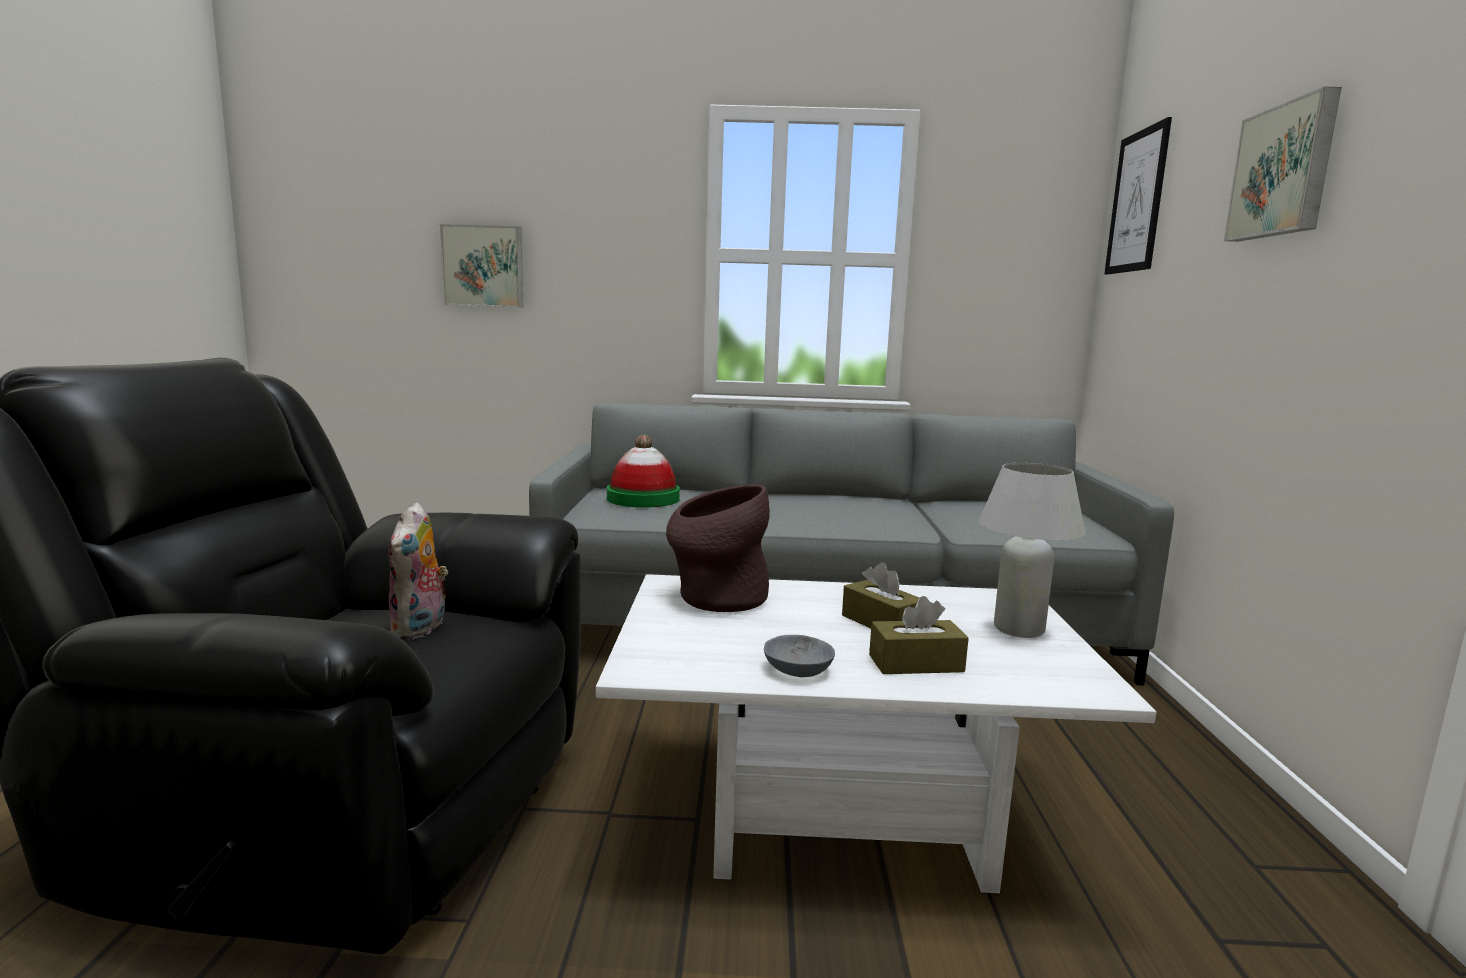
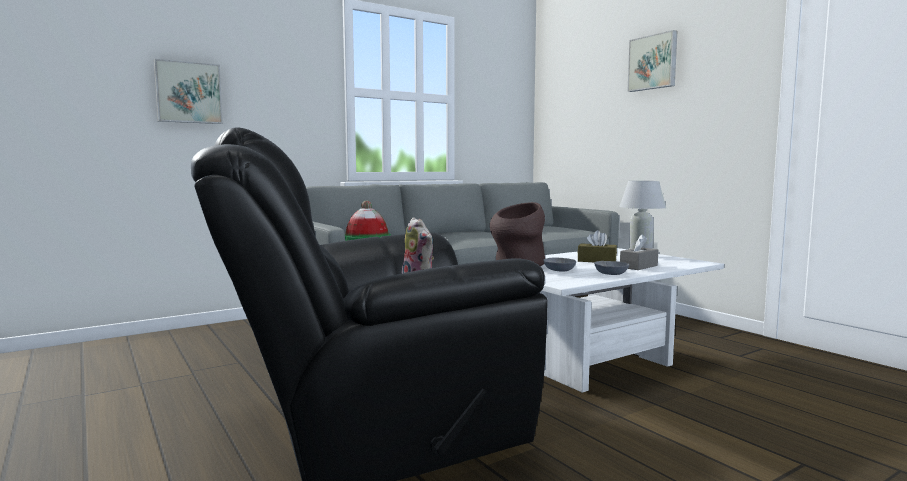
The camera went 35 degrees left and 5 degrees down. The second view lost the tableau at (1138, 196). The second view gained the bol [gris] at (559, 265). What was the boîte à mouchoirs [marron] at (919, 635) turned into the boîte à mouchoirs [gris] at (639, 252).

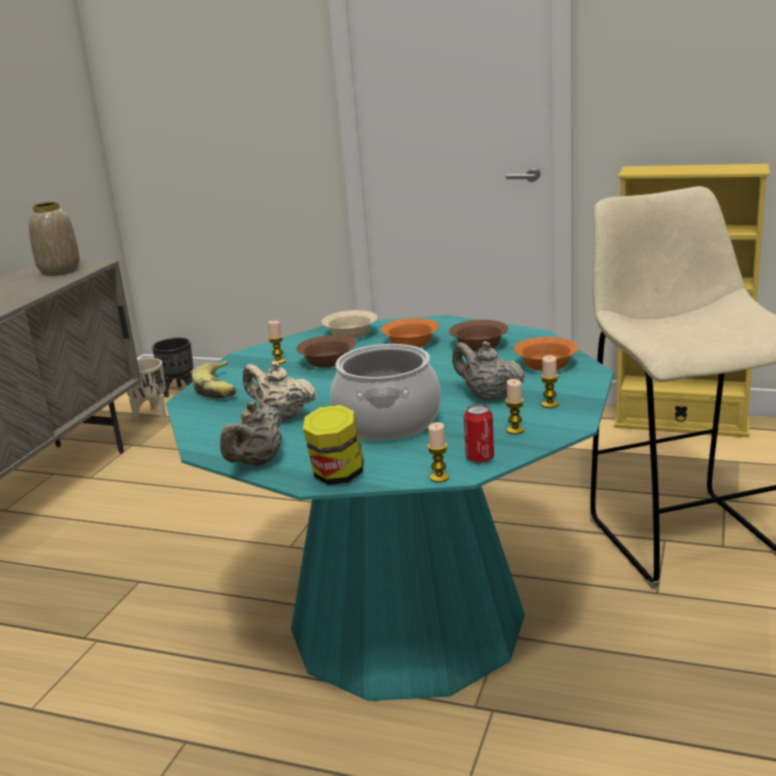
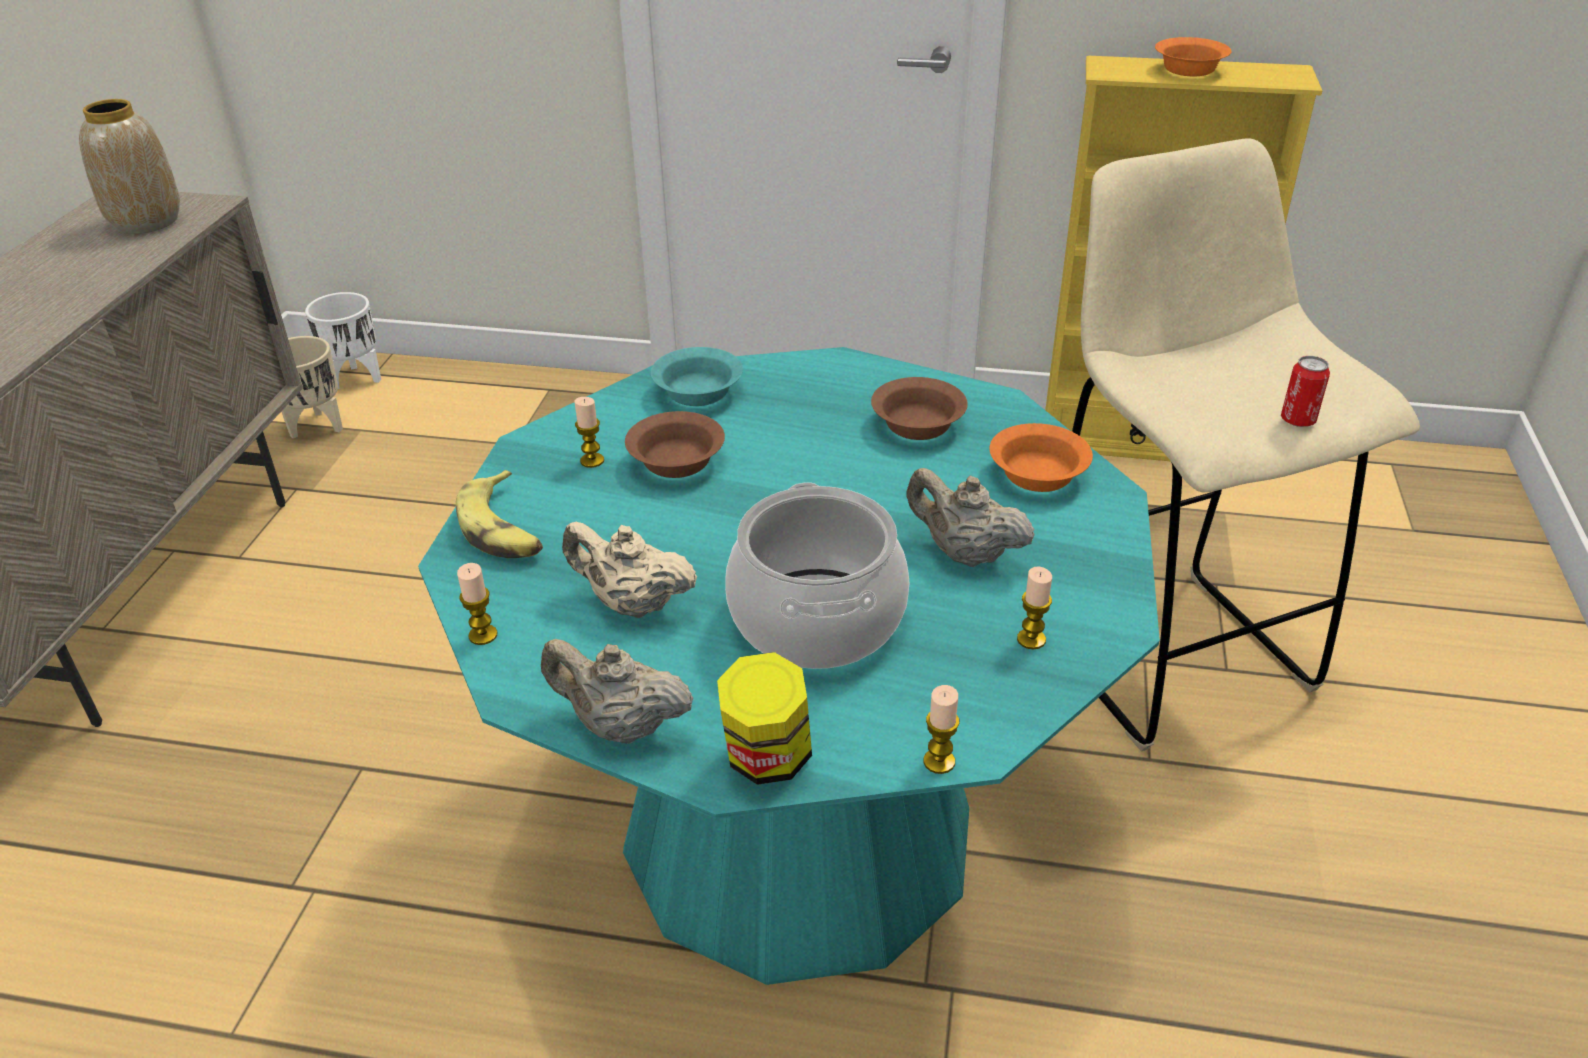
The camera went 10 degrees left and 15 degrees up. The bol [orange] ended up elsewhere, having gone from (410, 332) to (1193, 56). The boîte métallique ended up elsewhere, having gone from (479, 433) to (1305, 391). The bougie ended up elsewhere, having gone from (550, 381) to (477, 604). What was the cache-pot [noir] at (172, 367) turned into the cache-pot [blanc] at (343, 340). What was the bol [beige] at (349, 324) turned into the bol [turquoise] at (697, 376). The théière [beige] at (251, 433) ended up facing another way, 90 degrees clockwise from before.

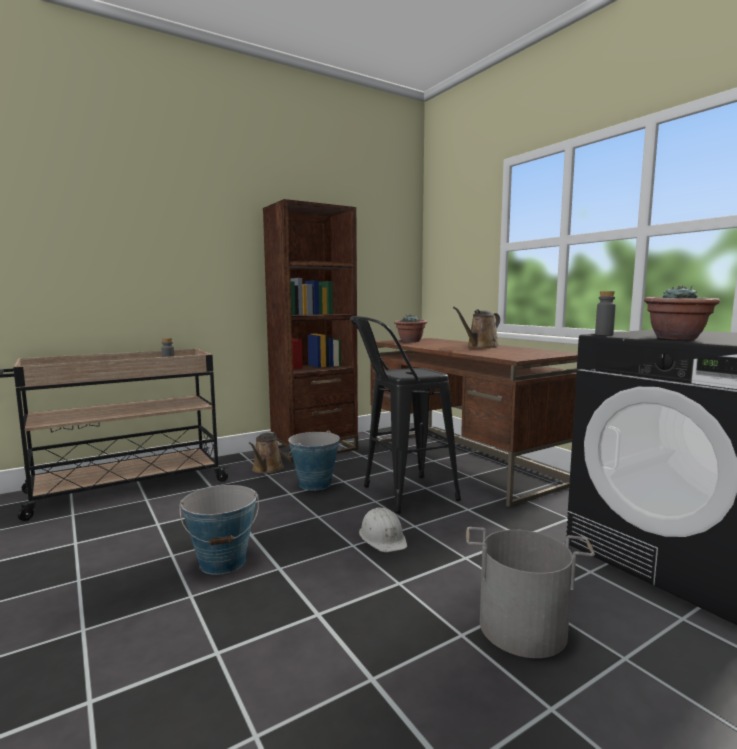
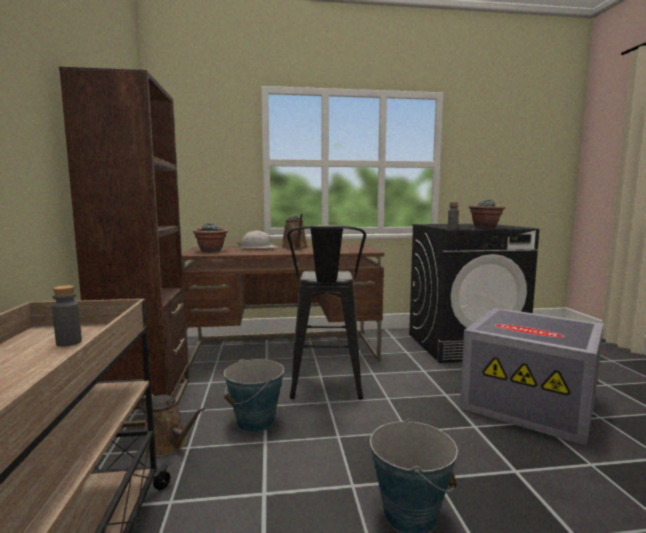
The camera went 65 degrees left and 0 degrees up. The casque de chantier [blanc] ended up elsewhere, having gone from (383, 529) to (258, 239). Where the seau [gris] stood at (530, 592), the boîte de rangement [gris] came to stand at (532, 377).

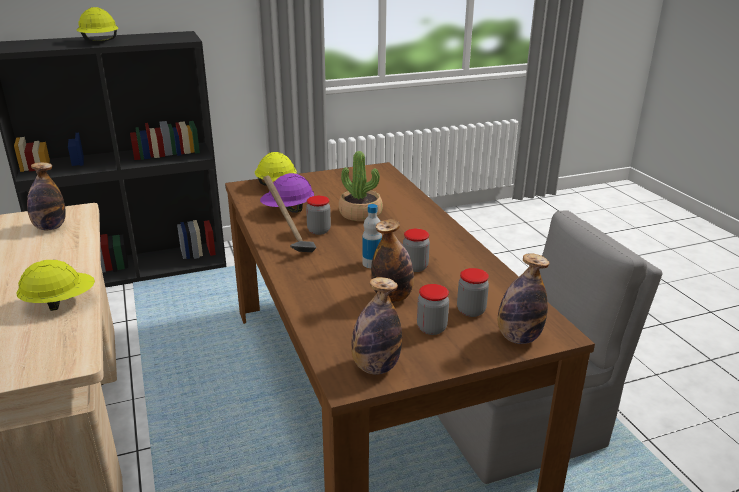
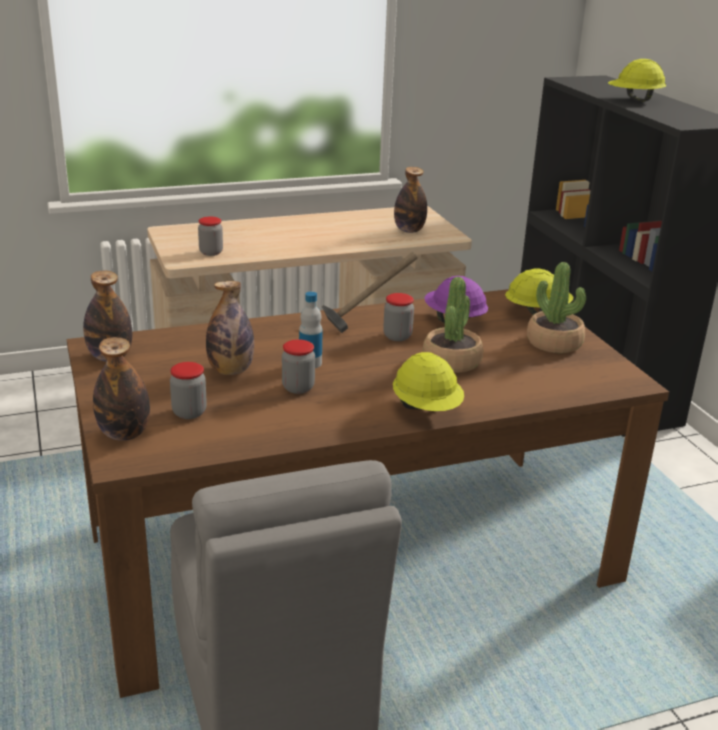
The camera went 90 degrees right and 0 degrees up. The second view gained the plante en pot at (556, 307). The casque de chantier [jaune] ended up elsewhere, having gone from (55, 285) to (428, 381). The bocal ended up elsewhere, having gone from (433, 309) to (210, 236).

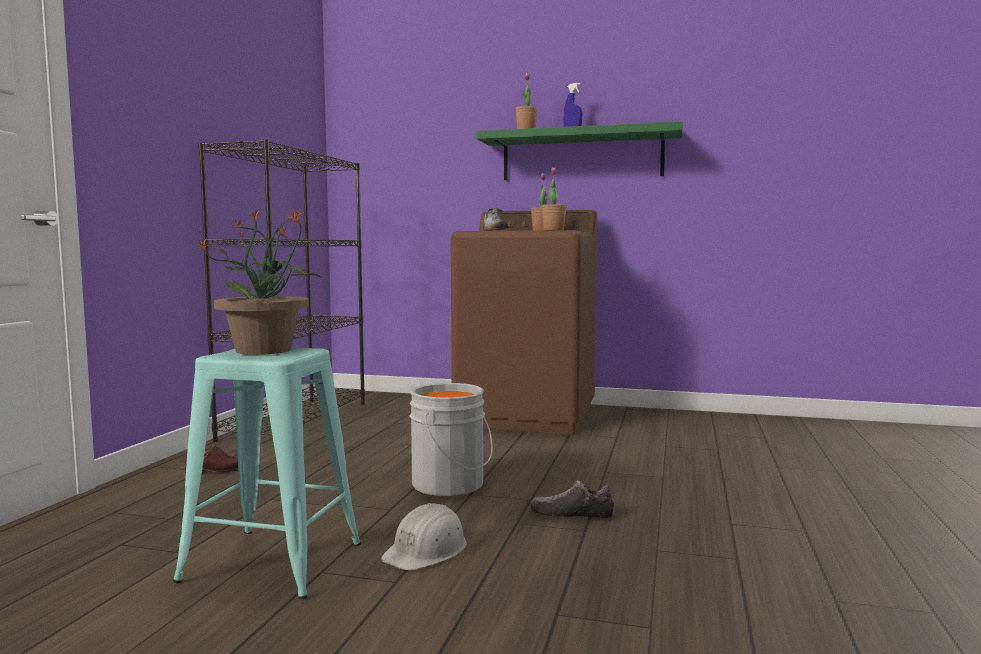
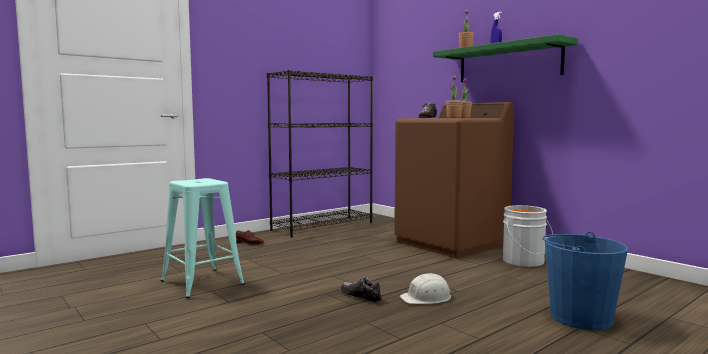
The camera went 35 degrees right and 0 degrees up. The second view lost the plante en pot at (258, 282). The second view gained the seau [bleu] at (585, 281). The casque de chantier [blanc] ended up elsewhere, having gone from (424, 536) to (425, 288). The seau [gris] ended up elsewhere, having gone from (451, 439) to (528, 236).

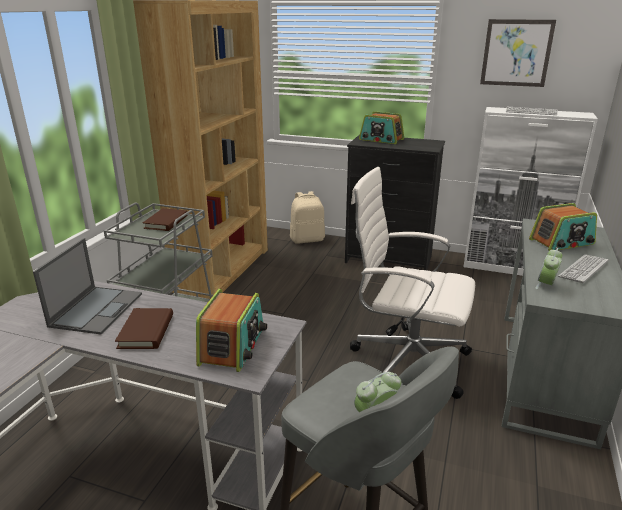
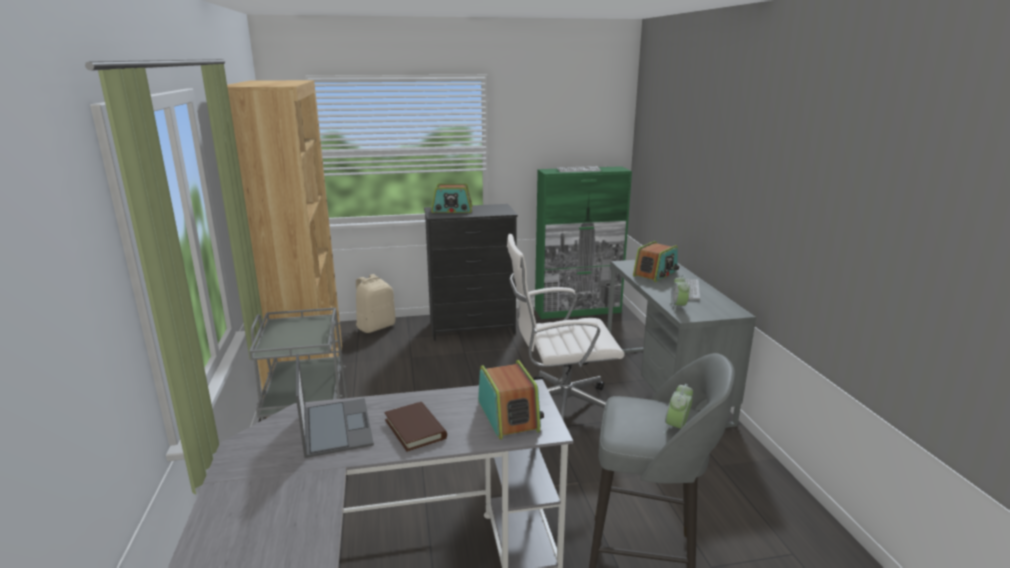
The camera went 30 degrees left and 5 degrees down. The second view lost the livre [marron] at (165, 219). The second view lost the tableau at (518, 53). What was the meuble de rangement [blanc] at (530, 191) turned into the meuble de rangement [vert] at (583, 242).

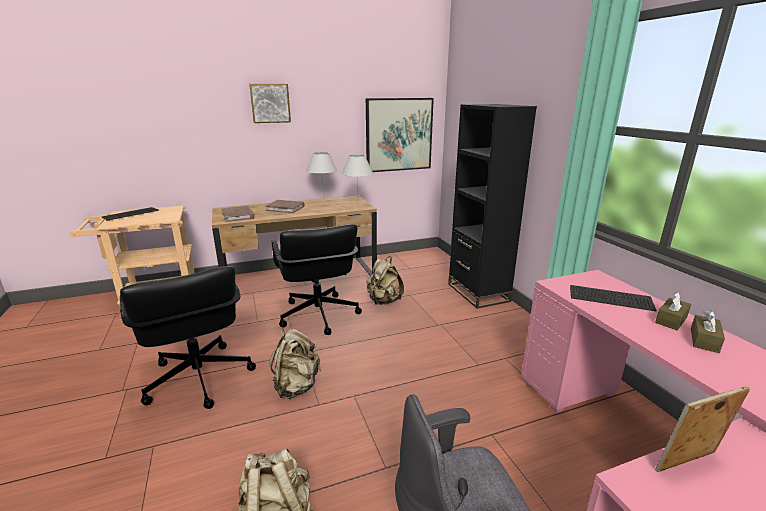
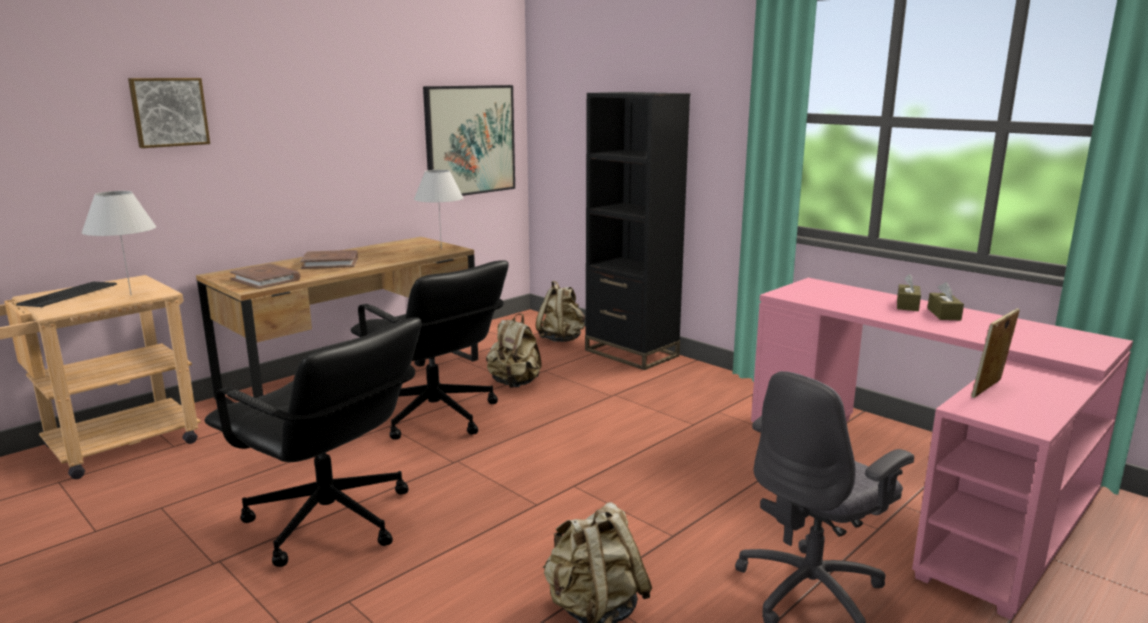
The camera went 25 degrees left and 5 degrees down. The second view lost the clavier at (613, 298). The tableau ended up elsewhere, having gone from (270, 103) to (169, 113). The sac à dos [beige] ended up elsewhere, having gone from (295, 363) to (560, 311). The lampe de table [blanc] ended up elsewhere, having gone from (321, 177) to (119, 243).

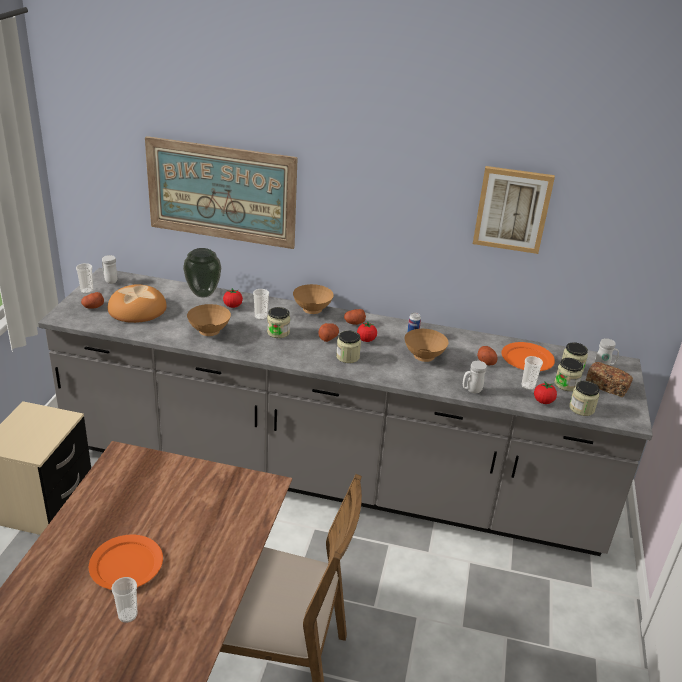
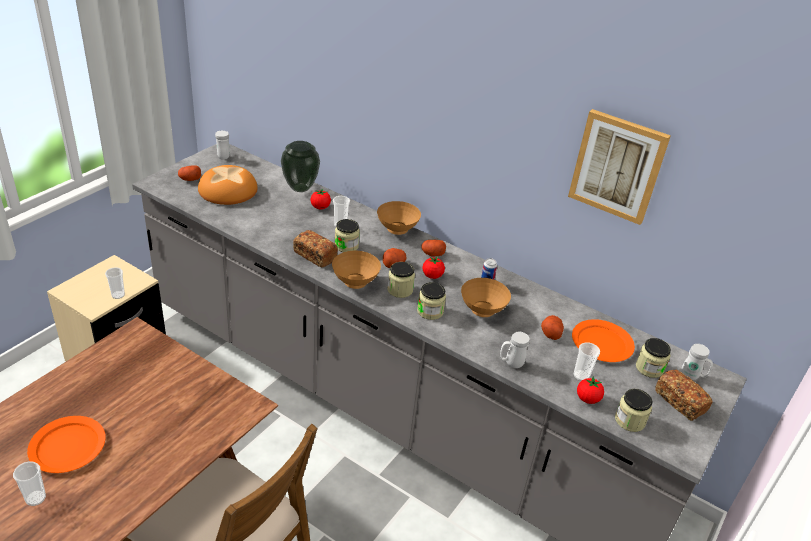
The camera went 20 degrees right and 5 degrees up. The second view lost the tableau at (221, 192). The second view gained the pain at (315, 248). The tasse ended up elsewhere, having gone from (84, 278) to (115, 283). The bol [marron] ended up elsewhere, having gone from (209, 320) to (356, 270). The bocal ended up elsewhere, having gone from (568, 374) to (431, 301).

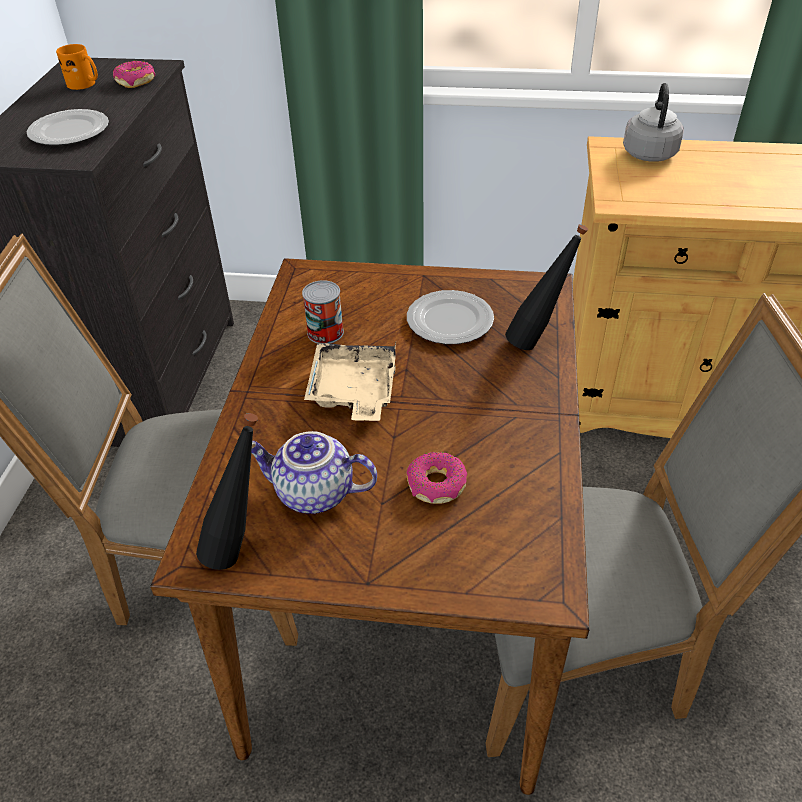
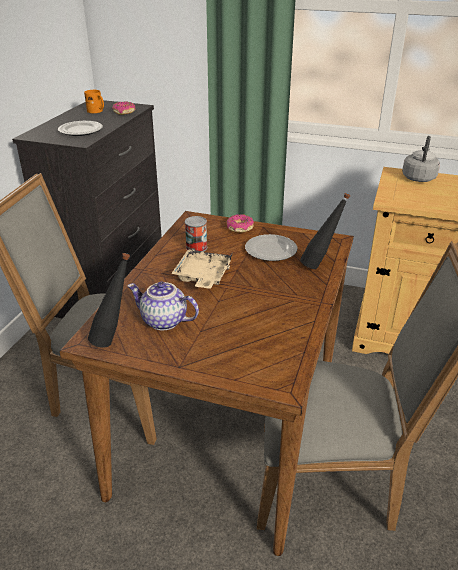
The camera went 10 degrees right and 10 degrees down. The beignet ended up elsewhere, having gone from (437, 478) to (240, 223).

